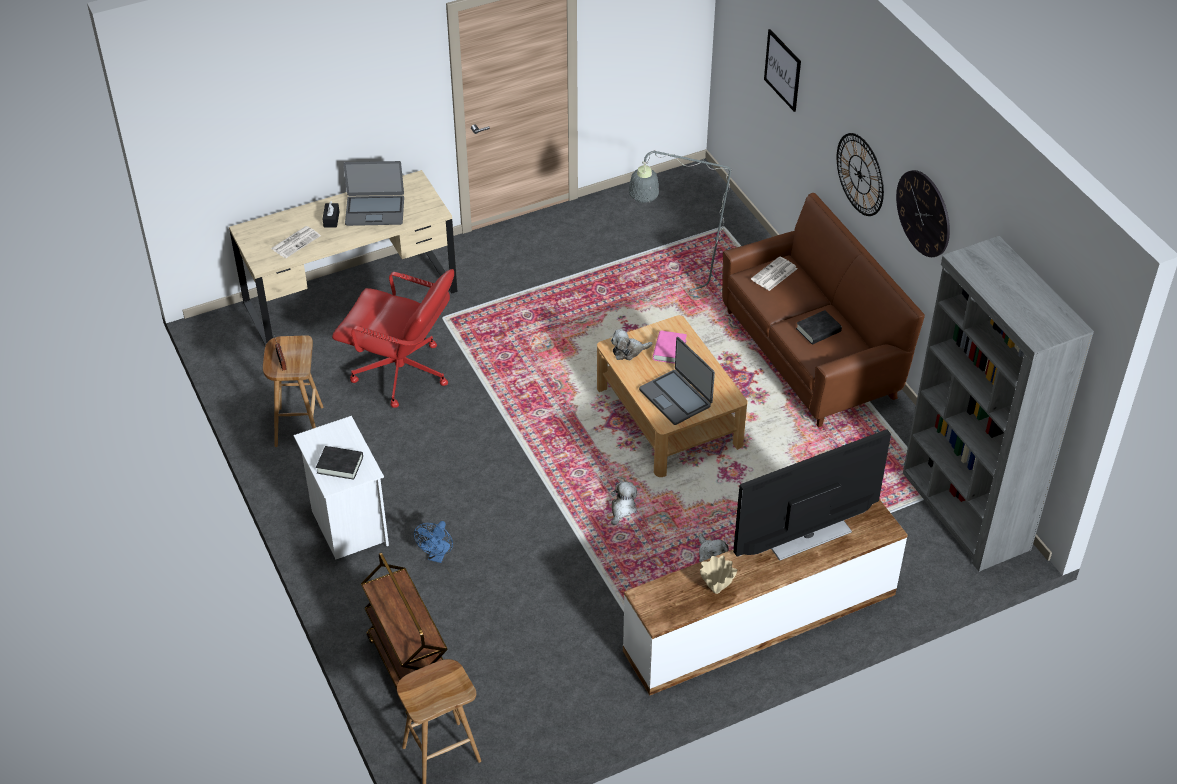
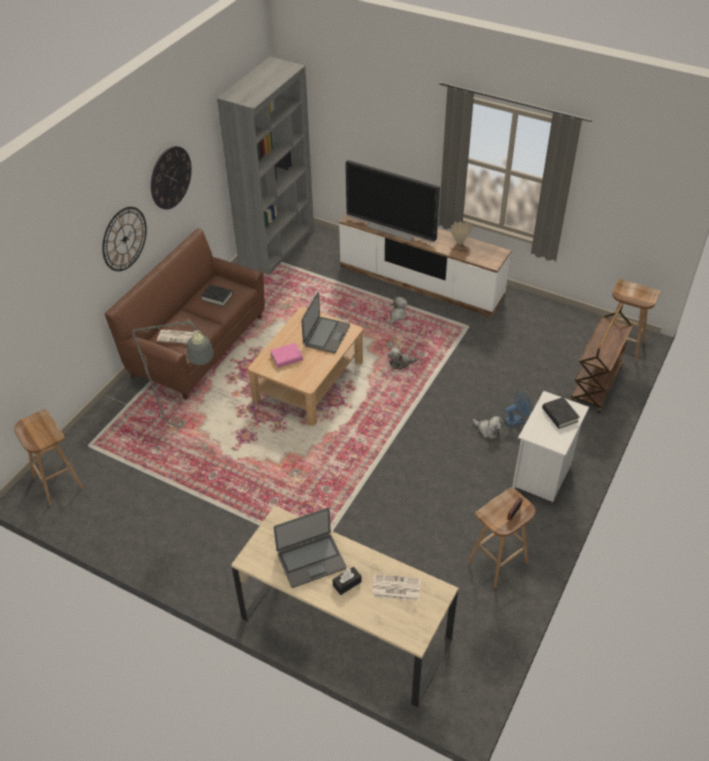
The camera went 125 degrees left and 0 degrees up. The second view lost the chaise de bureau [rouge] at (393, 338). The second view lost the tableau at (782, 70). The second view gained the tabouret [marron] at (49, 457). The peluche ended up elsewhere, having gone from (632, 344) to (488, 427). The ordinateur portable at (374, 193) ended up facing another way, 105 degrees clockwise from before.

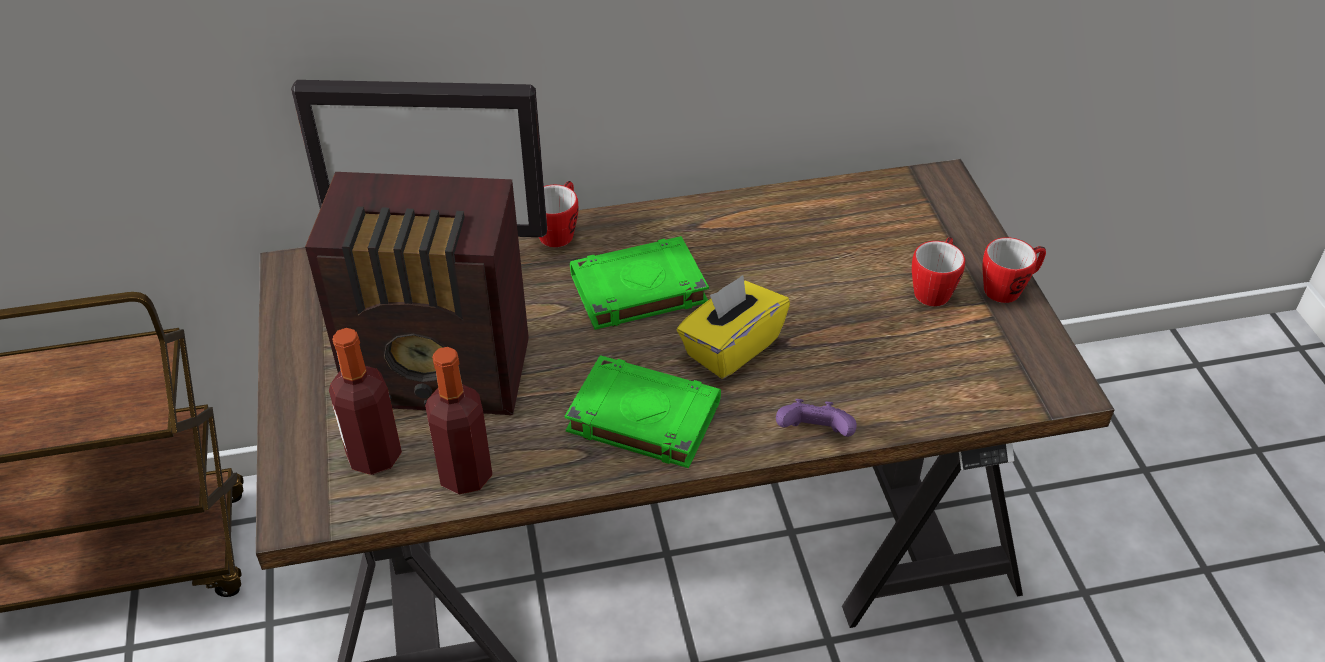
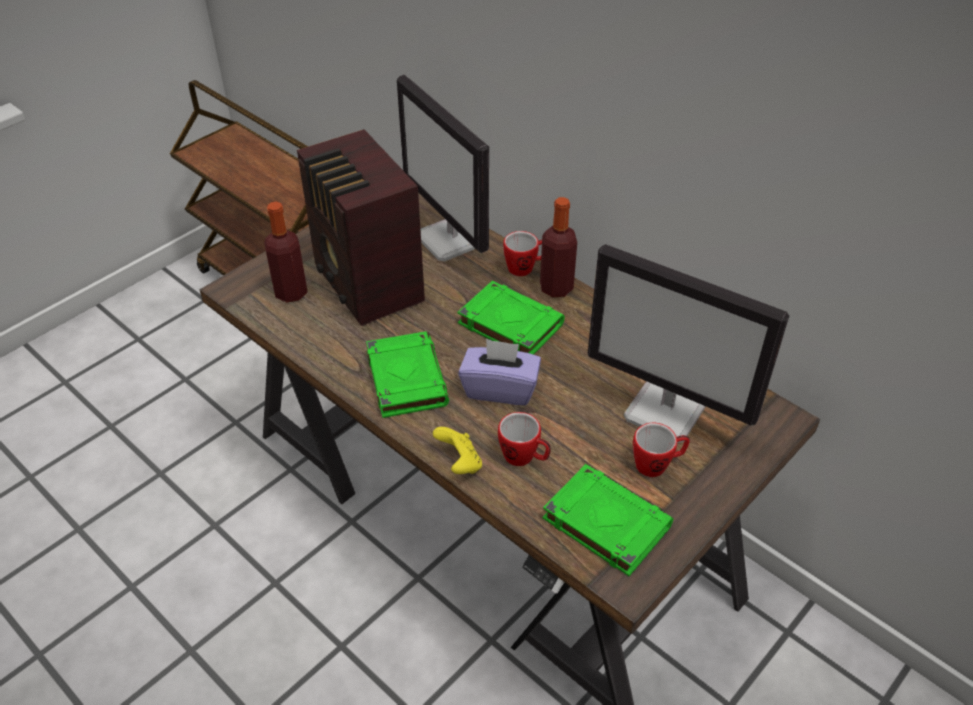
The camera went 55 degrees right and 0 degrees up. The second view gained the livre [vert] at (608, 520). The second view gained the écran d'ordinateur at (688, 343). The bouteille ended up elsewhere, having gone from (459, 421) to (558, 247). The mug ended up elsewhere, having gone from (1014, 270) to (524, 439). What was the boîte à mouchoirs [jaune] at (733, 327) turned into the boîte à mouchoirs [violet] at (499, 372). What was the manette [violet] at (816, 418) turned into the manette [jaune] at (457, 450).

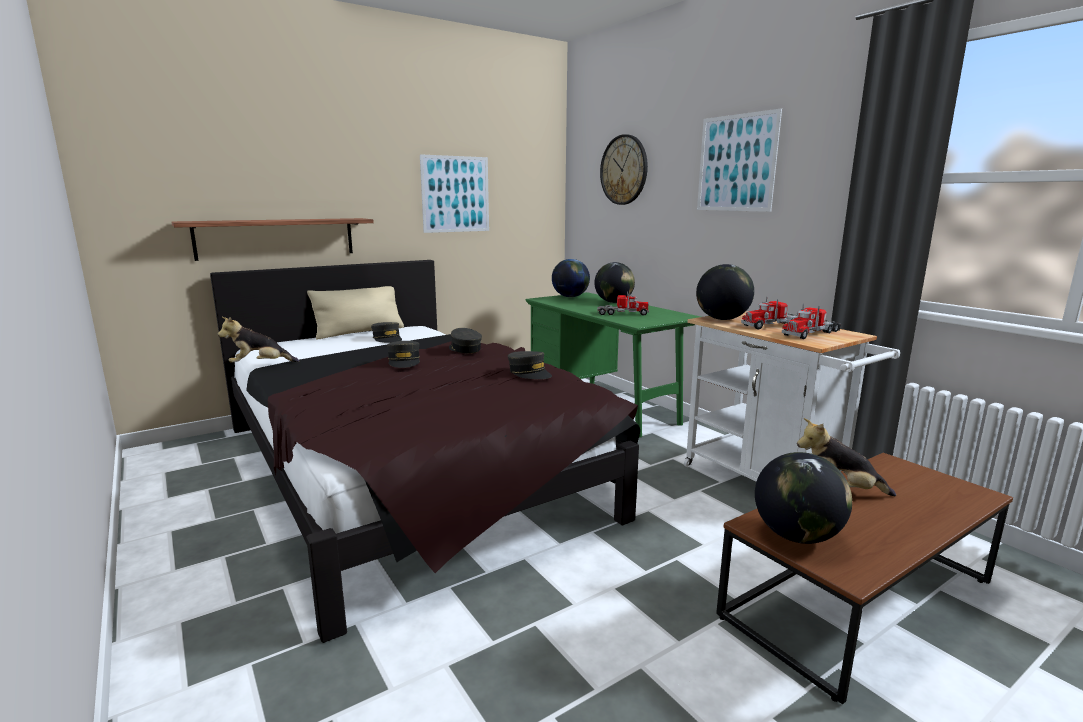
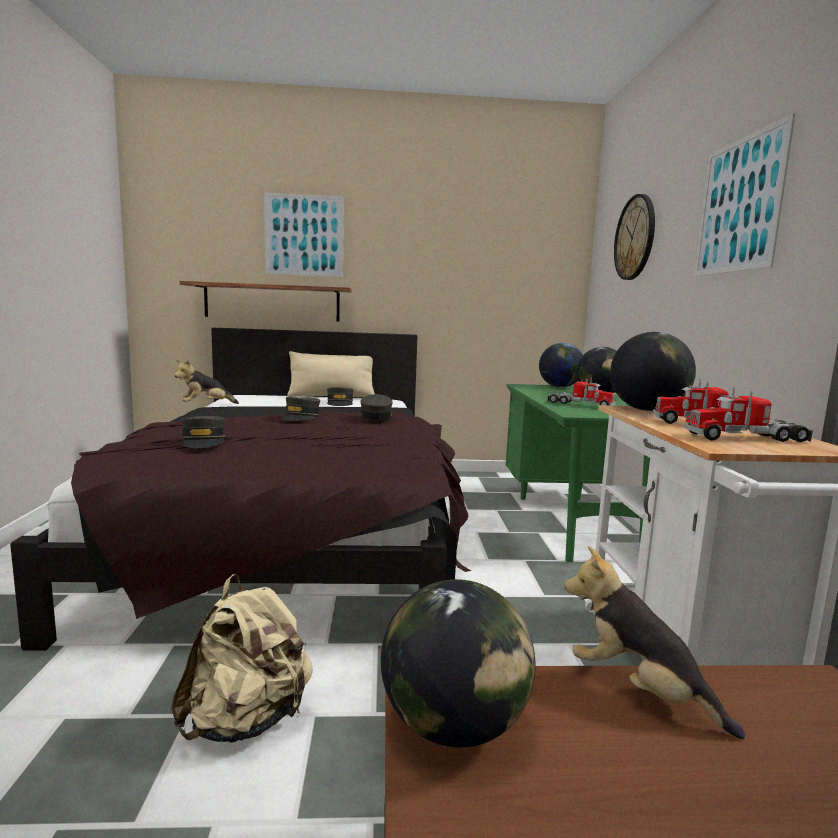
The camera went 30 degrees right and 5 degrees down. The second view gained the sac à dos [beige] at (242, 658). The tableau ended up elsewhere, having gone from (454, 193) to (304, 235). The casquette [gris] ended up elsewhere, having gone from (530, 365) to (203, 432). The peluche at (258, 340) ended up facing another way, 45 degrees counterclockwise from before.

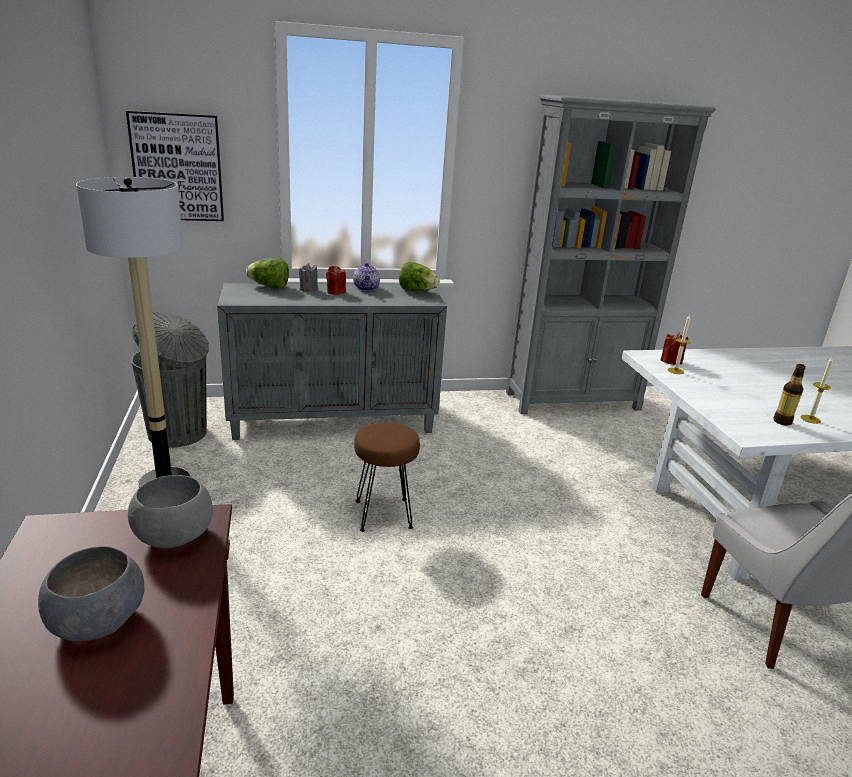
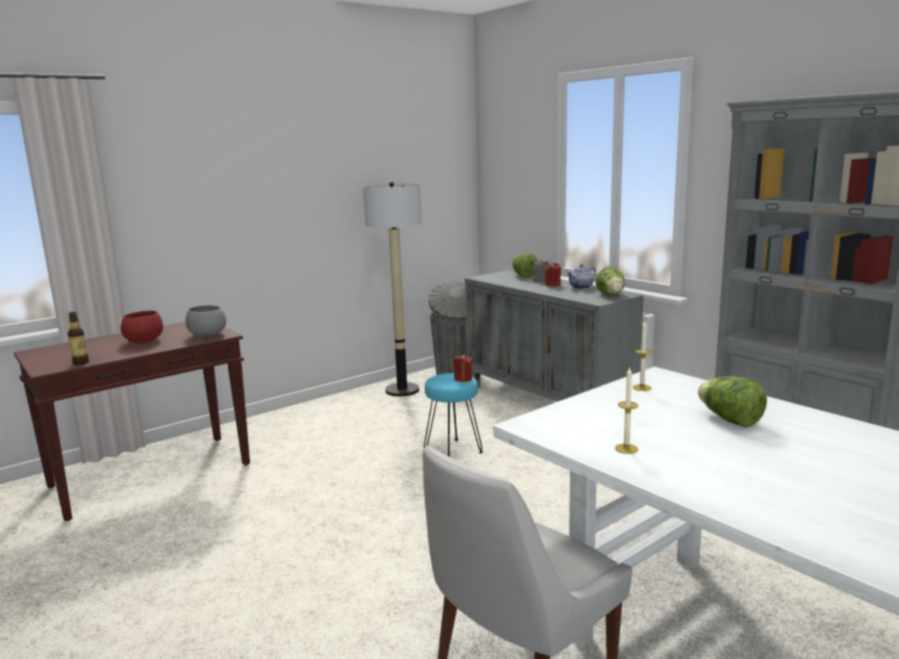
The camera went 65 degrees right and 10 degrees down. The second view lost the tableau at (175, 166). The second view gained the laitue at (732, 402). The bougie [rouge] ended up elsewhere, having gone from (674, 348) to (463, 368). The bouteille ended up elsewhere, having gone from (790, 395) to (78, 338). What was the bol [gris] at (91, 593) turned into the bol [rouge] at (142, 327). What was the tabouret [marron] at (387, 477) turned into the tabouret [turquoise] at (453, 415).

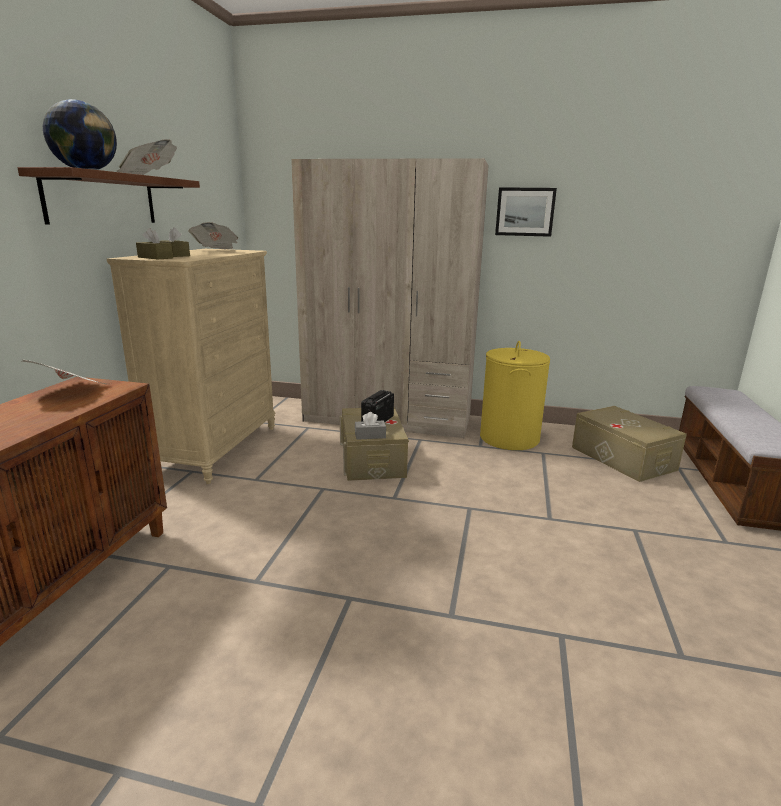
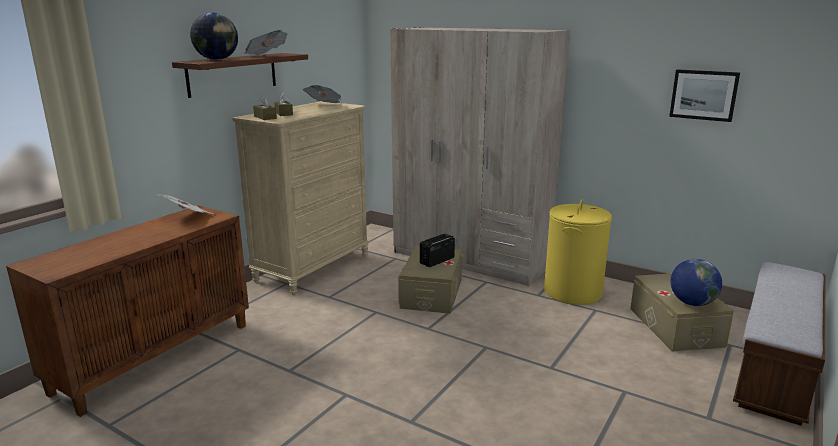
The camera went 20 degrees right and 0 degrees up. The second view lost the boîte à mouchoirs [gris] at (370, 426). The second view gained the globe at (696, 282). The tableau ended up elsewhere, having gone from (526, 212) to (704, 95).

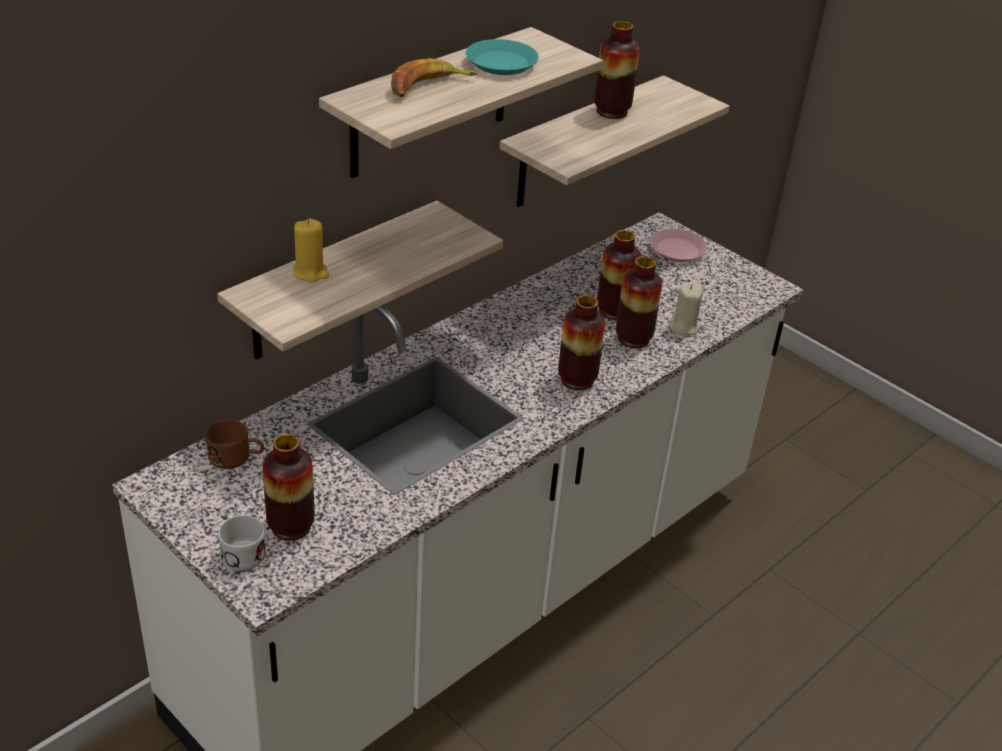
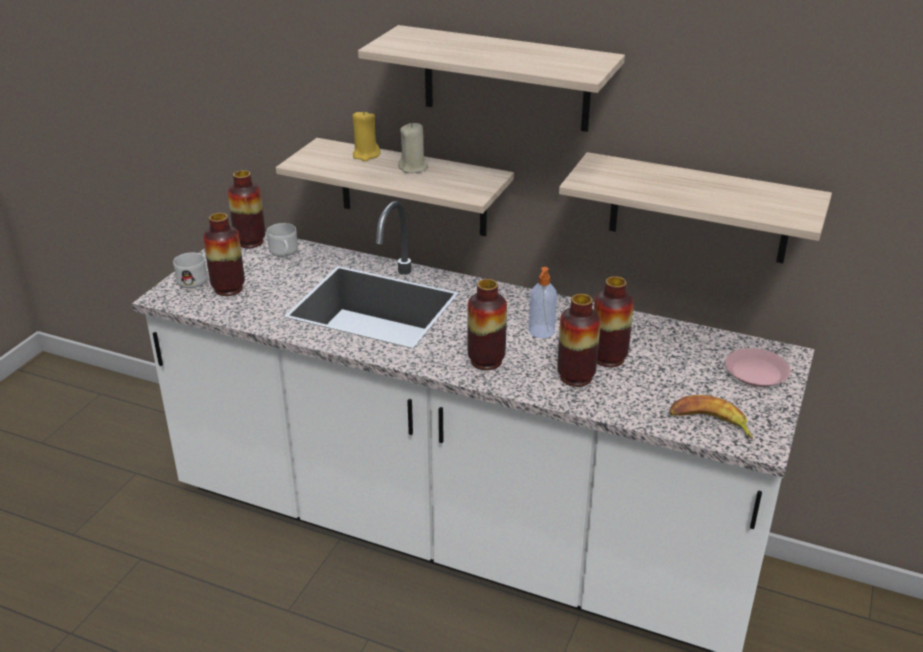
The camera went 70 degrees right and 5 degrees down. The second view lost the assiette [turquoise] at (502, 57). The second view gained the distributeur de savon at (543, 302). The banane ended up elsewhere, having gone from (434, 77) to (711, 417). The vase ended up elsewhere, having gone from (617, 70) to (246, 209). The bougie [beige] ended up elsewhere, having gone from (686, 308) to (413, 148). What was the mug [marron] at (235, 444) turned into the mug [blanc] at (282, 240).

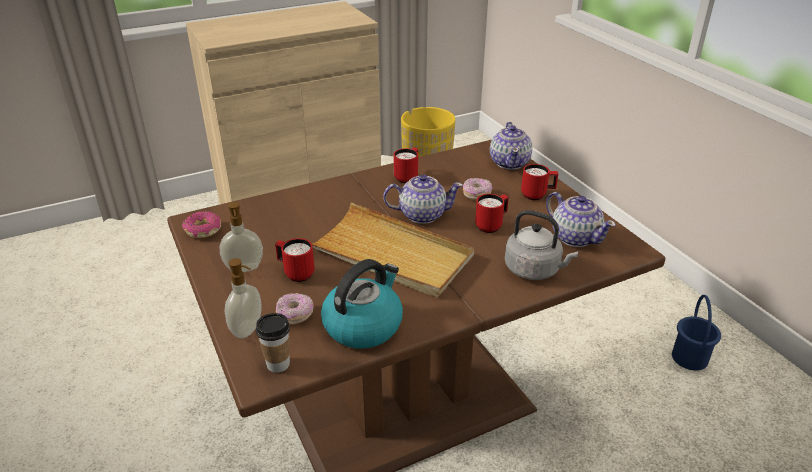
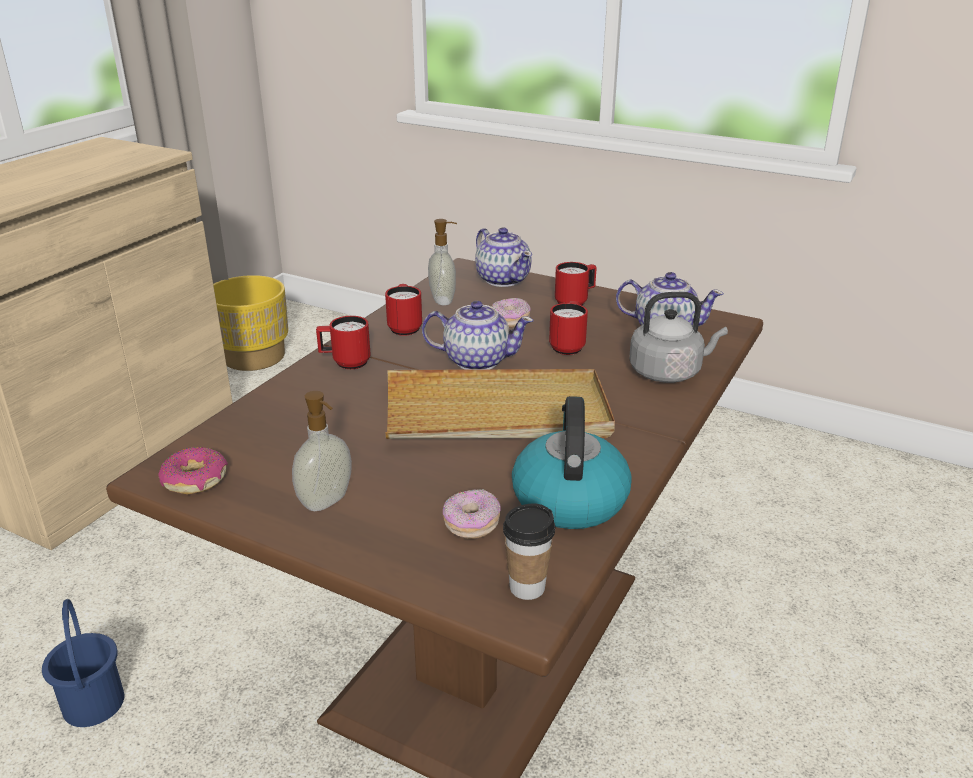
The camera went 35 degrees left and 5 degrees down. The distributeur de savon ended up elsewhere, having gone from (243, 298) to (442, 262). The mug [rouge] ended up elsewhere, having gone from (295, 260) to (343, 342). The seau [bleu] ended up elsewhere, having gone from (696, 333) to (83, 663). The théière at (423, 199) ended up facing another way, 45 degrees clockwise from before.

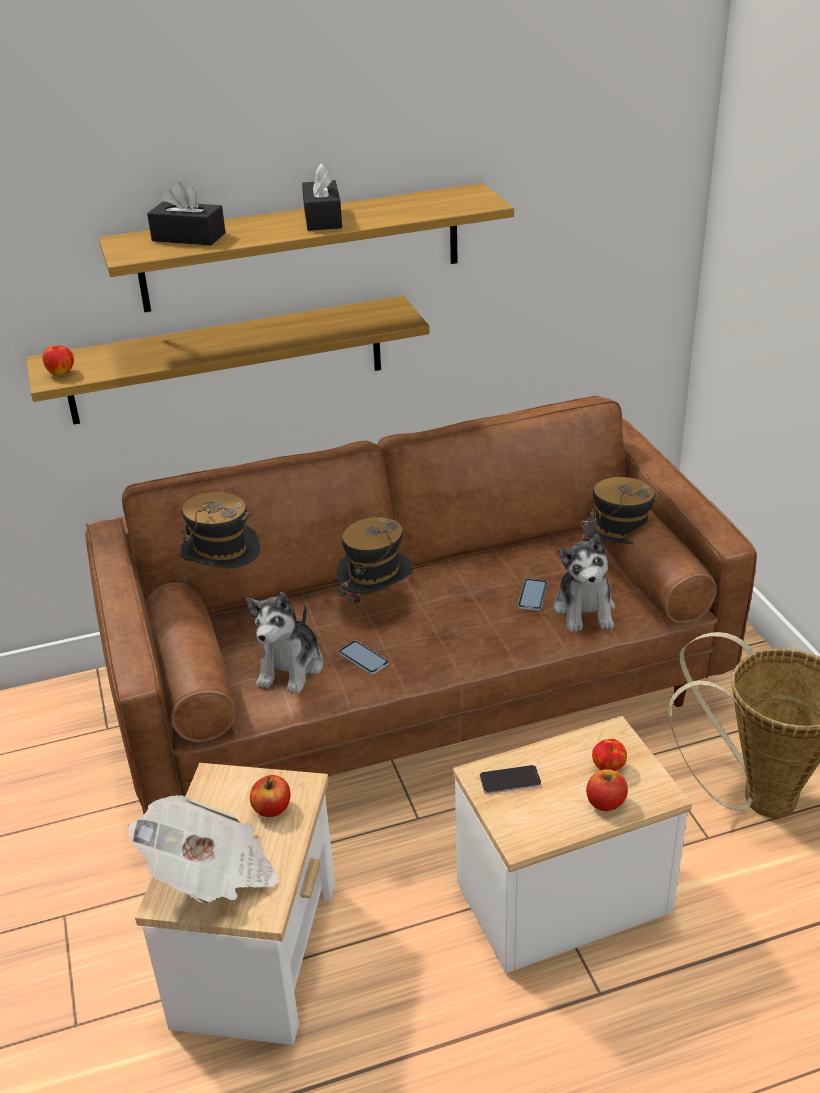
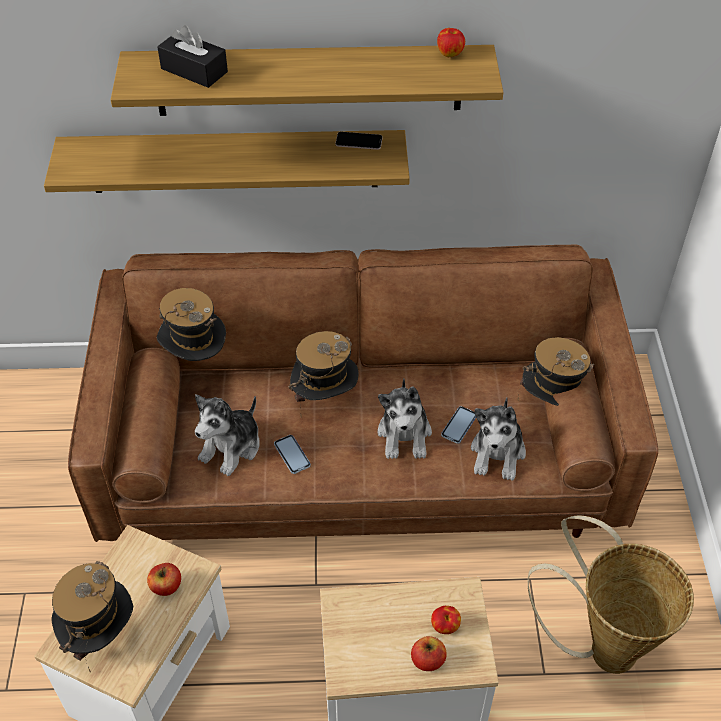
The camera went 15 degrees right and 15 degrees up. The second view lost the boîte à mouchoirs [noir] at (322, 197). The second view gained the peluche at (404, 419). The pomme ended up elsewhere, having gone from (58, 361) to (451, 42). The téléphone ended up elsewhere, having gone from (510, 779) to (359, 141). Where the journal stood at (203, 849), the chapeau came to stand at (92, 617).

